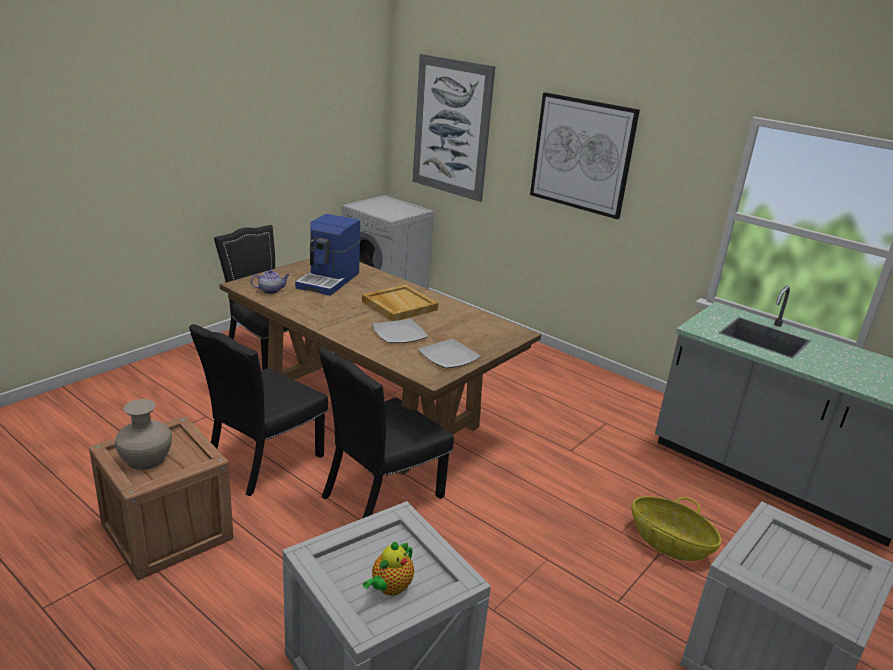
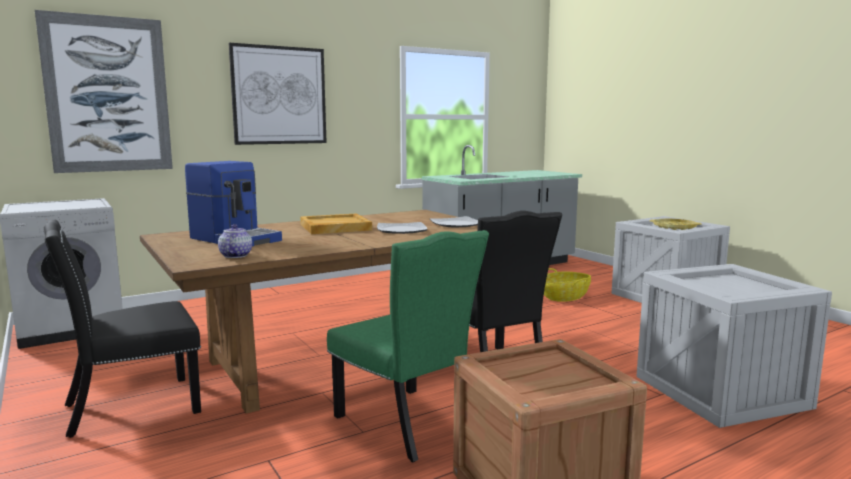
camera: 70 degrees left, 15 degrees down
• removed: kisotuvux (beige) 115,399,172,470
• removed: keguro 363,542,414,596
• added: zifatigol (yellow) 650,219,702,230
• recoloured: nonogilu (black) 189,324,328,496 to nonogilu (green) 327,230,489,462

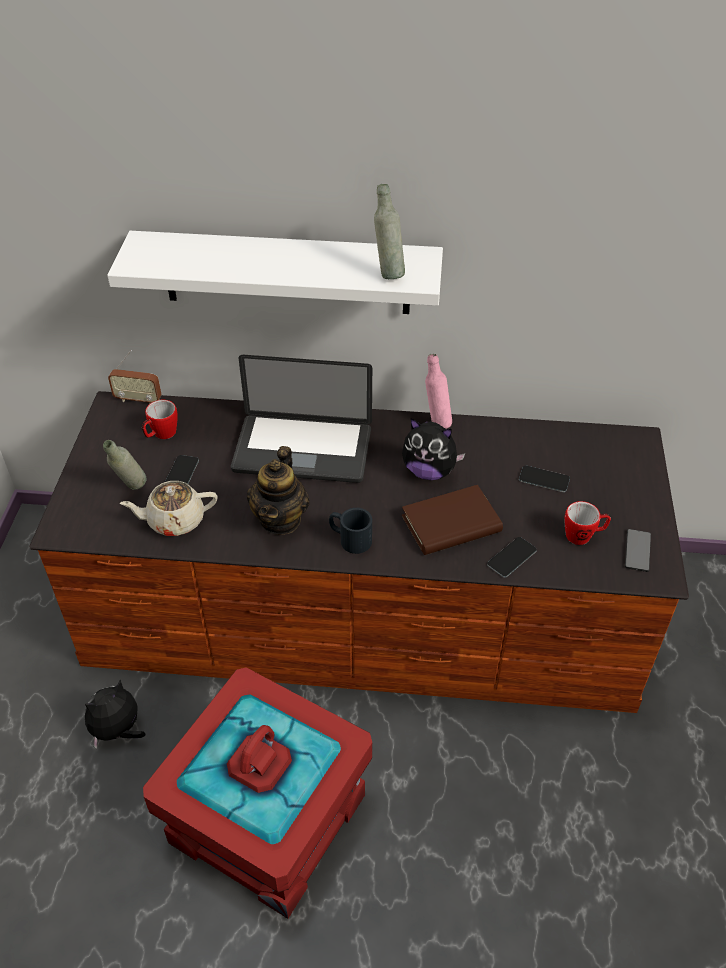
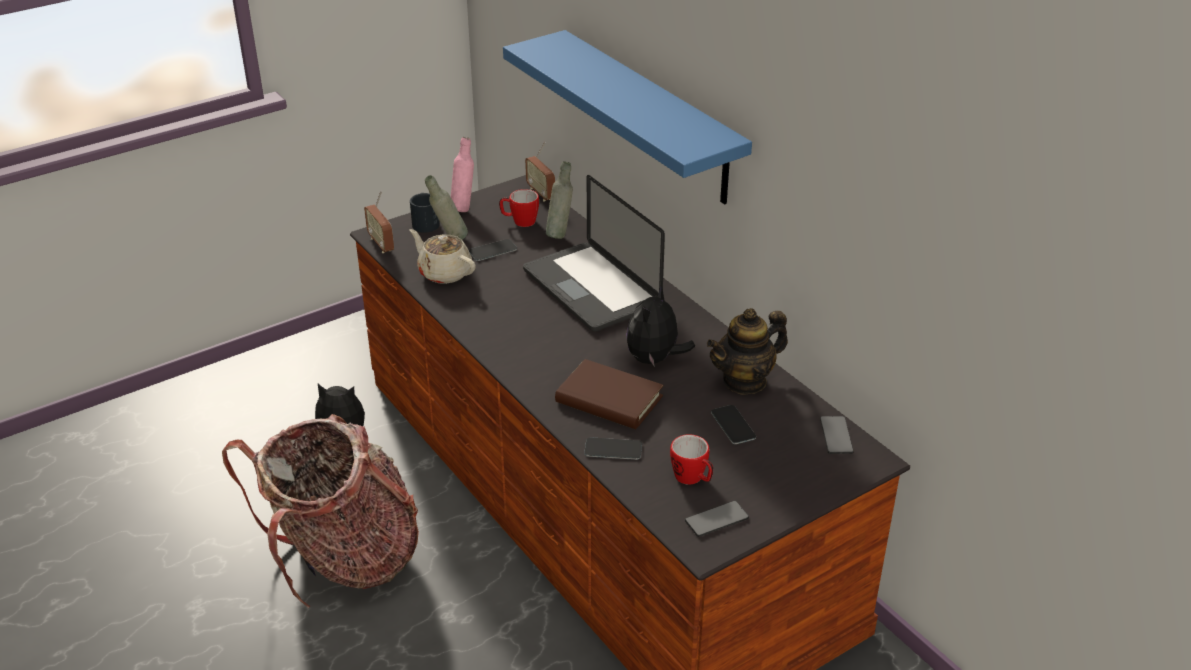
camera: 50 degrees right, 10 degrees down
• added: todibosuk 364,190,394,253
• added: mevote 820,416,854,454
• moved: keguro 247,446,310,535 to 707,308,788,395
• moved: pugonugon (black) 329,508,372,554 to 410,193,440,233
• moved: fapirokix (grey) 374,184,405,279 to 546,161,573,239
• moved: fapirokix (pink) 425,354,452,429 to 451,137,474,212
• replaced: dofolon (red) 143,667,372,918 to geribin 222,414,419,609
• recoloured: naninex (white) 107,231,443,314 to naninex (blue) 503,30,752,204
• turned: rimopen 402,418,465,480 = 627,286,695,367 45 degrees clockwise

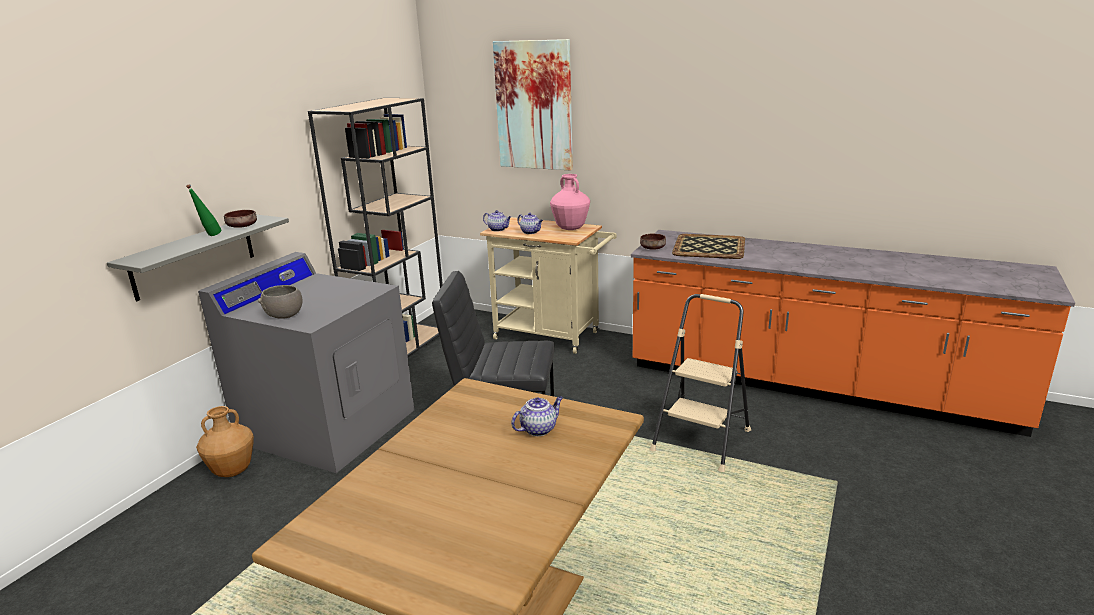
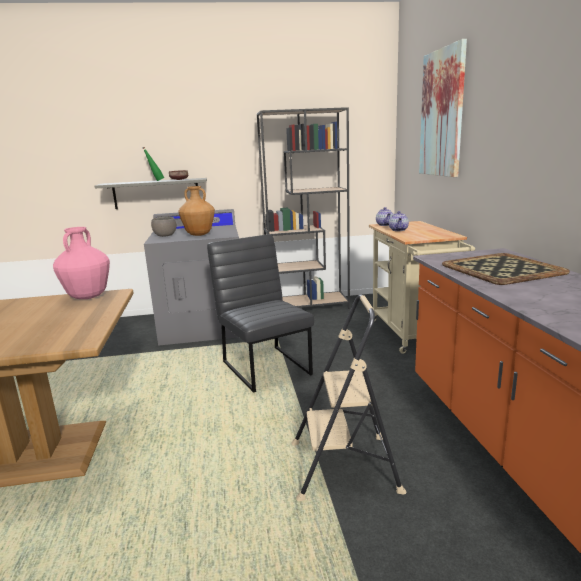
camera: 55 degrees right, 5 degrees down
• removed: keguro 511,396,563,436
• removed: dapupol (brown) 640,234,666,250
• moved: kisotuvux (brown) 196,406,254,477 to 178,186,215,236
• moved: kisotuvux (pink) 550,174,590,230 to 53,227,110,299

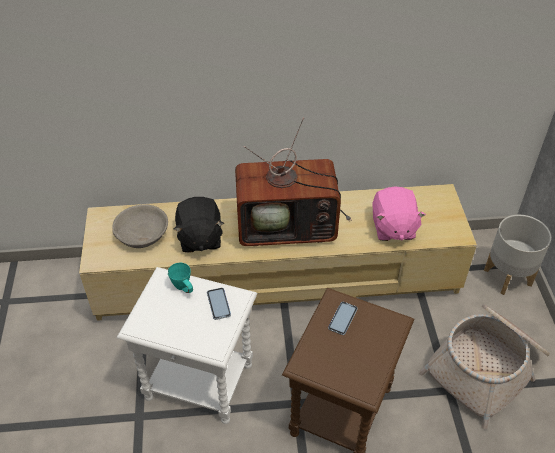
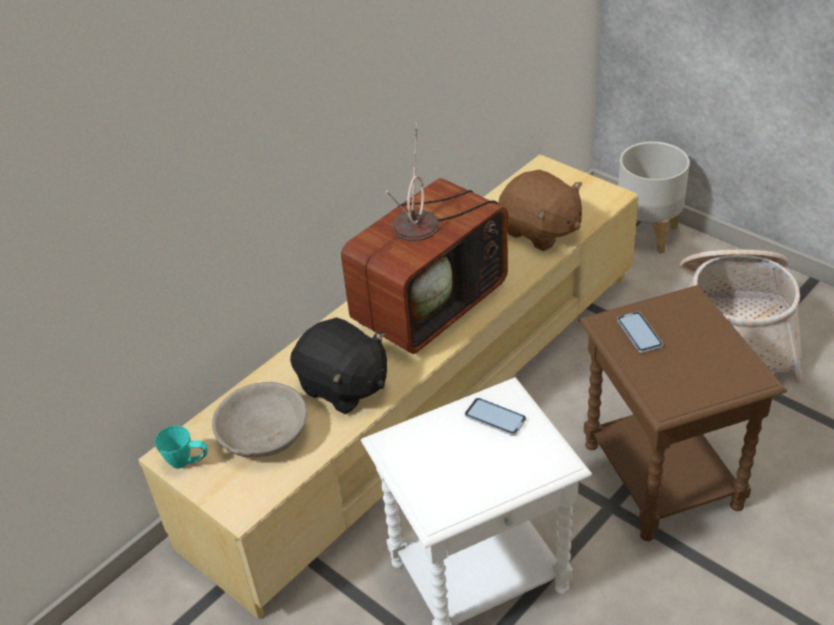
camera: 40 degrees left, 5 degrees down
• moved: pugonugon (turquoise) 168,263,193,293 to 155,426,208,469
• recoloured: rimopen (pink) 373,187,426,241 to rimopen (brown) 498,169,582,251

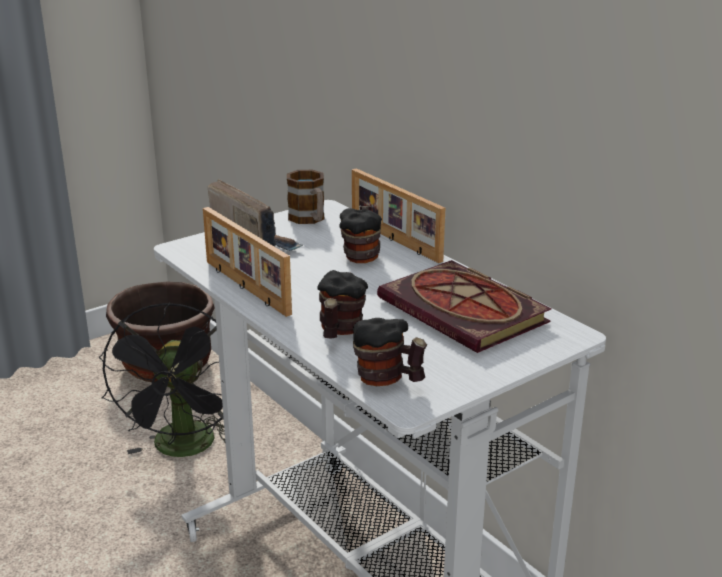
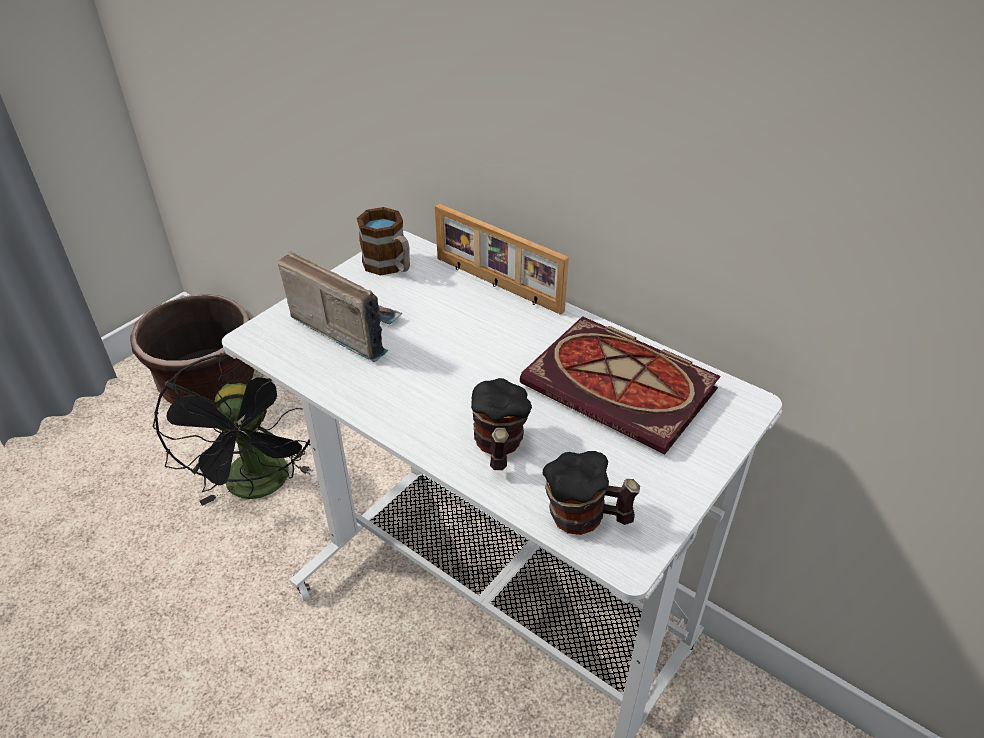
camera: 15 degrees left, 15 degrees up
• removed: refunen 203,207,292,317
• removed: pugonugon 339,206,382,263

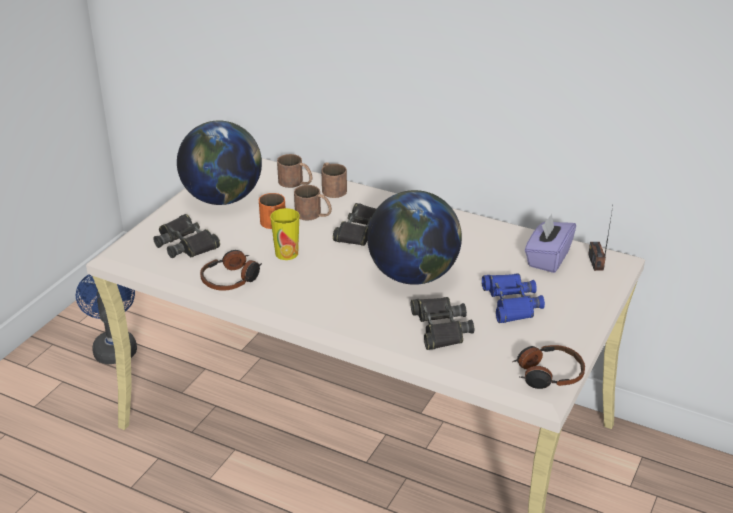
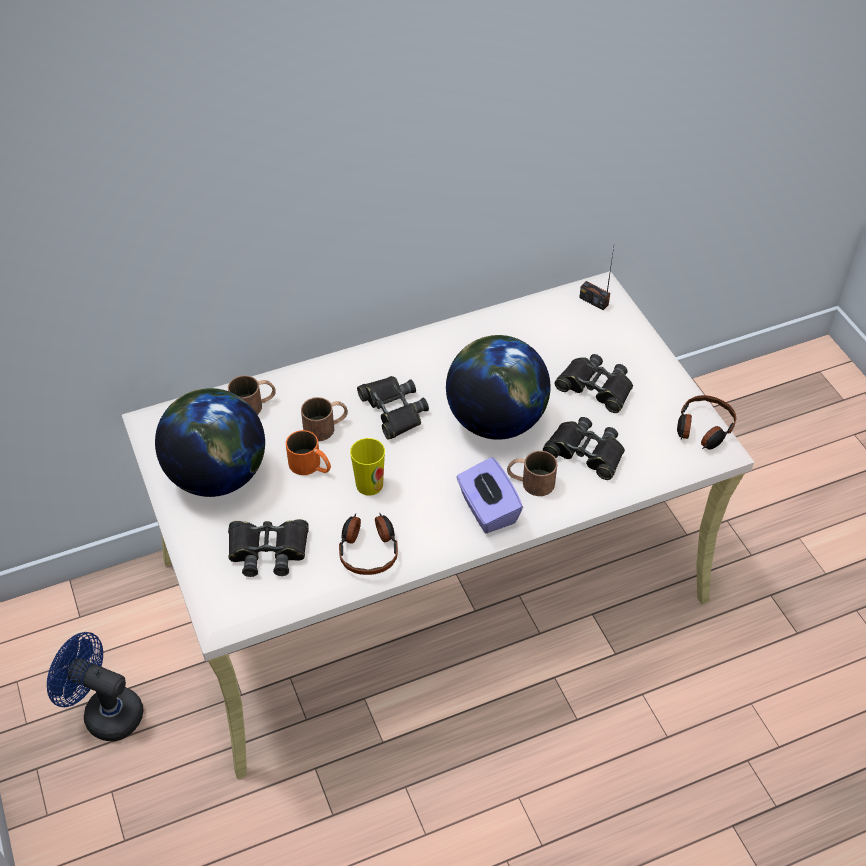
camera: 50 degrees left, 15 degrees up
• moved: pugonugon (brown) 321,162,347,198 to 507,451,557,496
• moved: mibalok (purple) 525,214,576,273 to 456,457,523,533
• recoloured: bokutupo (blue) 482,274,545,323 to bokutupo (black) 555,354,633,413

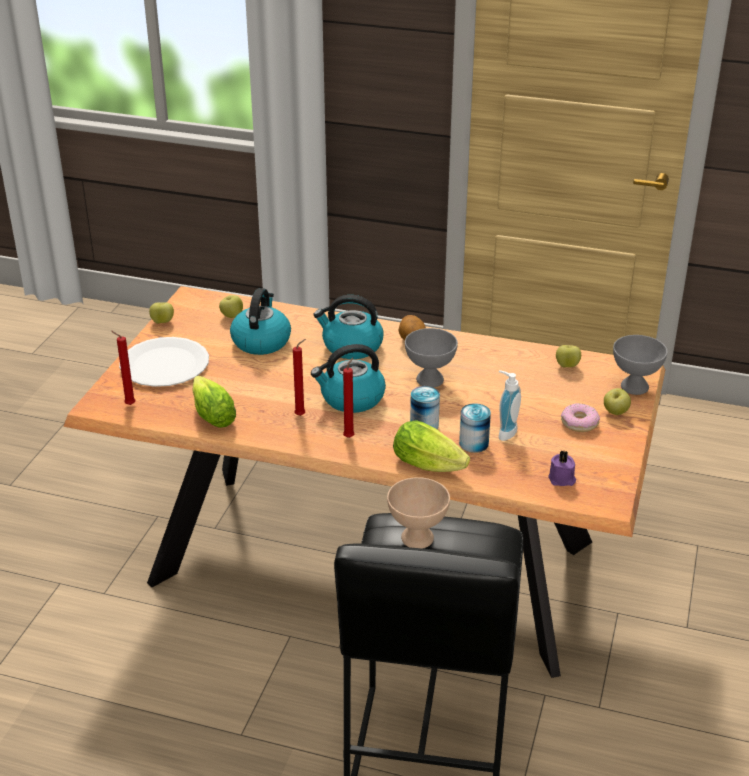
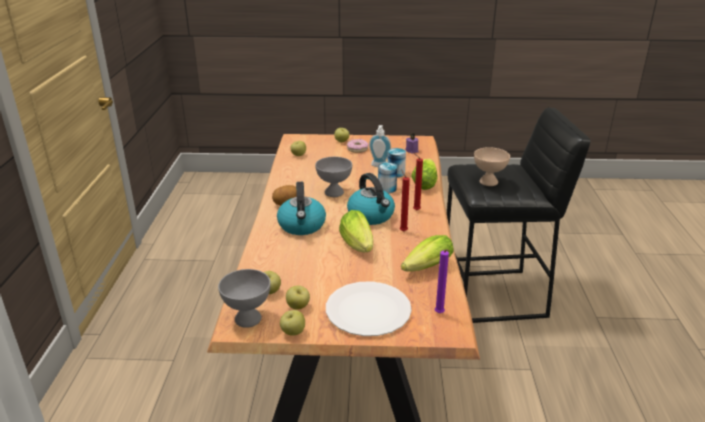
camera: 105 degrees left, 5 degrees down
• removed: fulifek 230,288,291,355
• added: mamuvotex 286,286,310,310
• added: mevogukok 339,210,373,252
• moved: dapupol (grey) 613,335,668,395 to 218,269,271,328
• recoloured: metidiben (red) 111,331,135,405 to metidiben (purple) 435,249,449,313

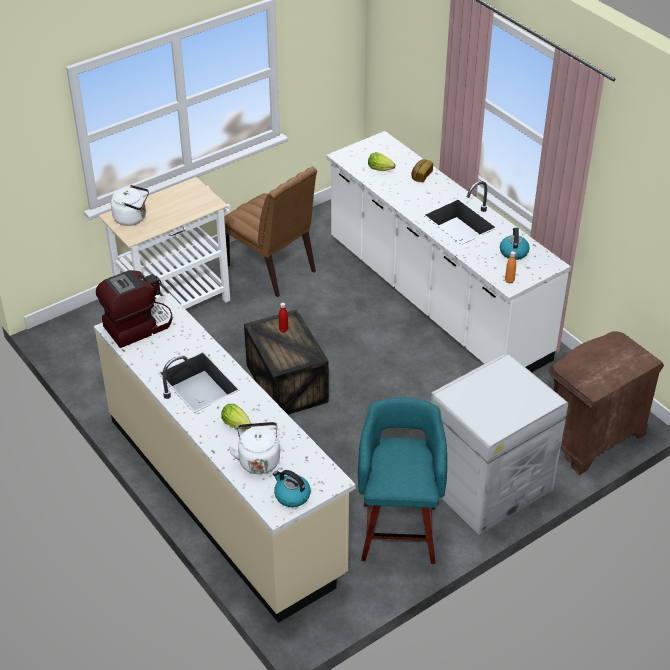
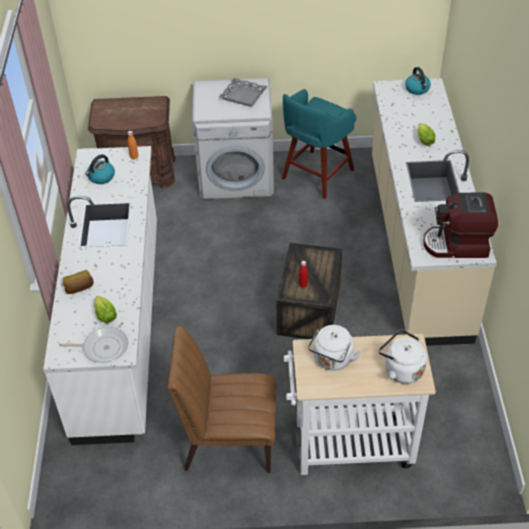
camera: 145 degrees left, 5 degrees up
• added: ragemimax 59,327,128,363
• added: zifatigol (grey) 219,78,268,107
• moved: fulifek (white) 228,422,280,474 to 308,325,361,370
• turned: nonogilu (brown) 224,166,317,297 = 167,326,277,473 75 degrees counterclockwise

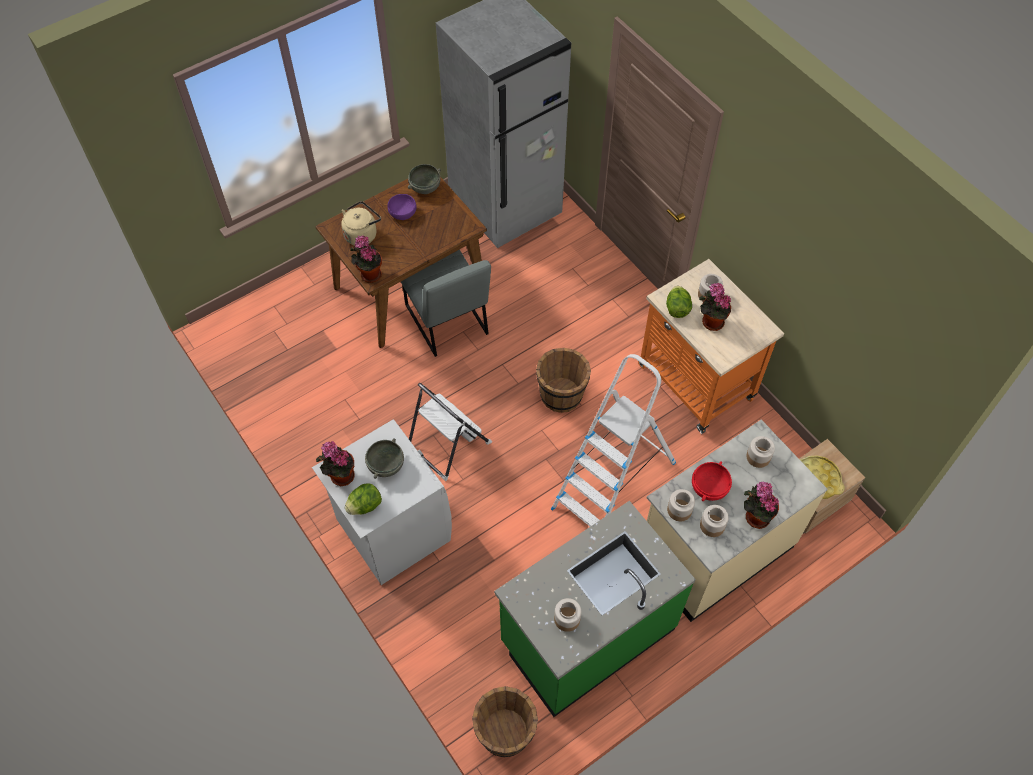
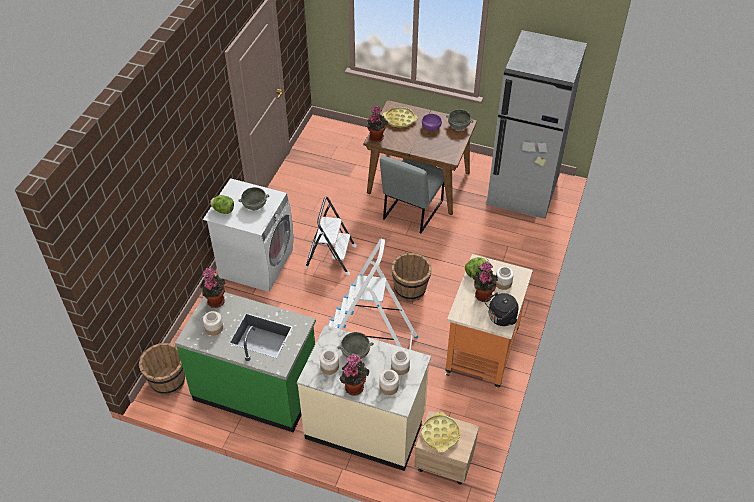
camera: 55 degrees right, 10 degrees down
• added: fulifek (black) 484,292,519,326
• moved: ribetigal 316,441,355,486 to 200,268,226,308
• moved: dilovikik 667,489,695,521 to 380,370,399,395
• replaced: fulifek (beige) 341,201,381,246 to zifatigol (yellow) 383,107,418,128
• recoloured: dapupol (red) 692,461,732,501 to dapupol (grey) 337,332,374,359

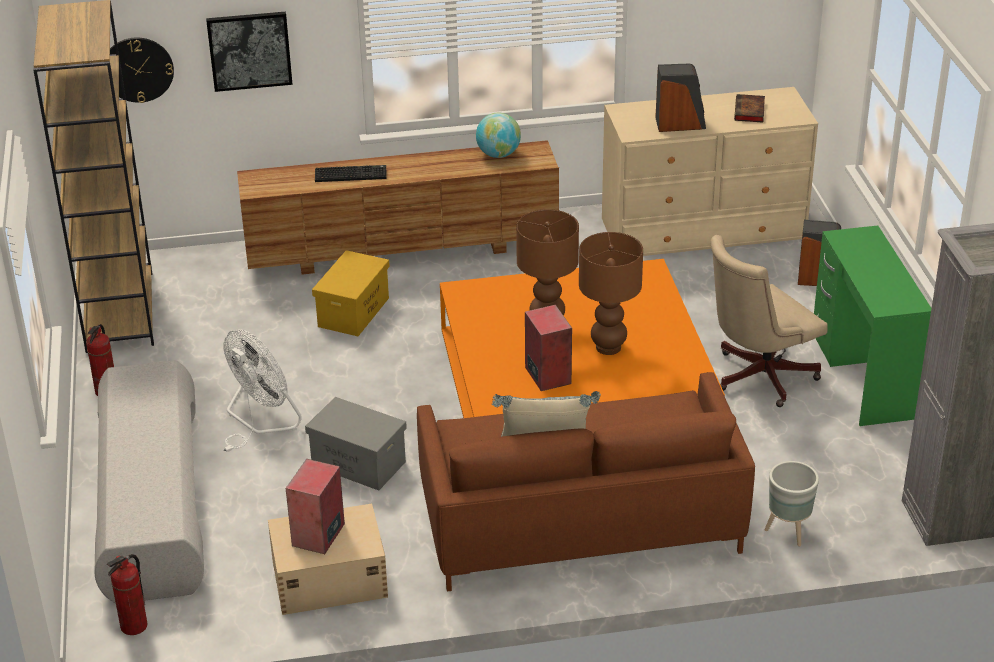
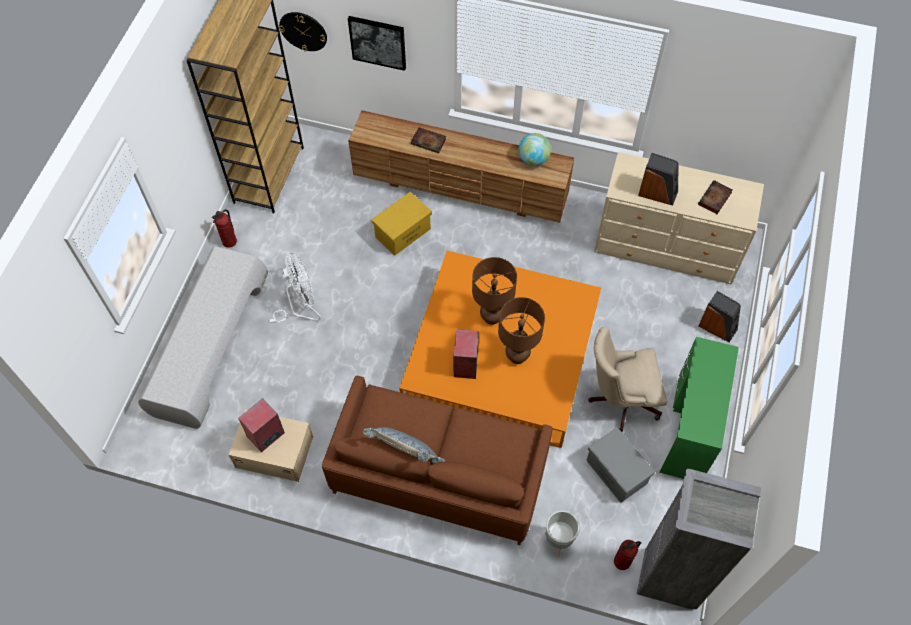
camera: 25 degrees right, 25 degrees up
• moved: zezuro 107,554,147,635 to 614,540,641,570
• moved: dofolon (grey) 305,397,407,490 to 586,427,655,503
• replaced: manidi 315,165,387,182 to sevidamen 411,127,446,153

